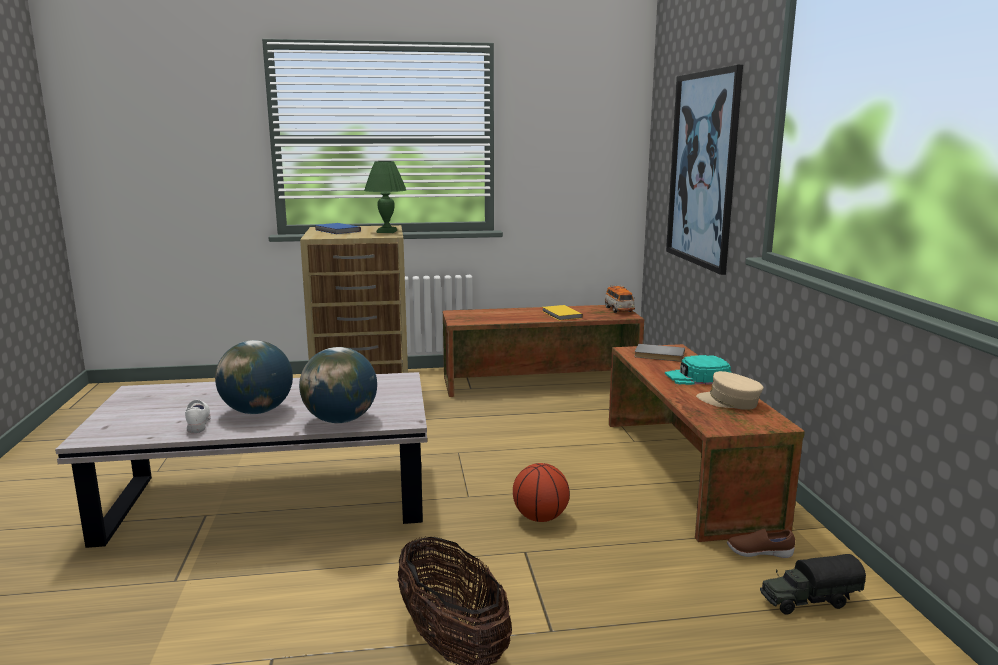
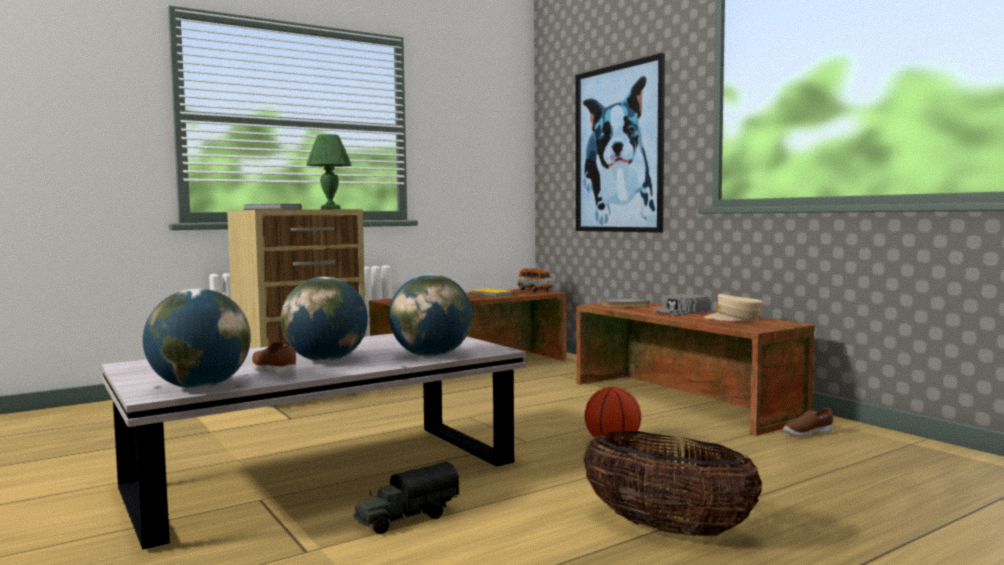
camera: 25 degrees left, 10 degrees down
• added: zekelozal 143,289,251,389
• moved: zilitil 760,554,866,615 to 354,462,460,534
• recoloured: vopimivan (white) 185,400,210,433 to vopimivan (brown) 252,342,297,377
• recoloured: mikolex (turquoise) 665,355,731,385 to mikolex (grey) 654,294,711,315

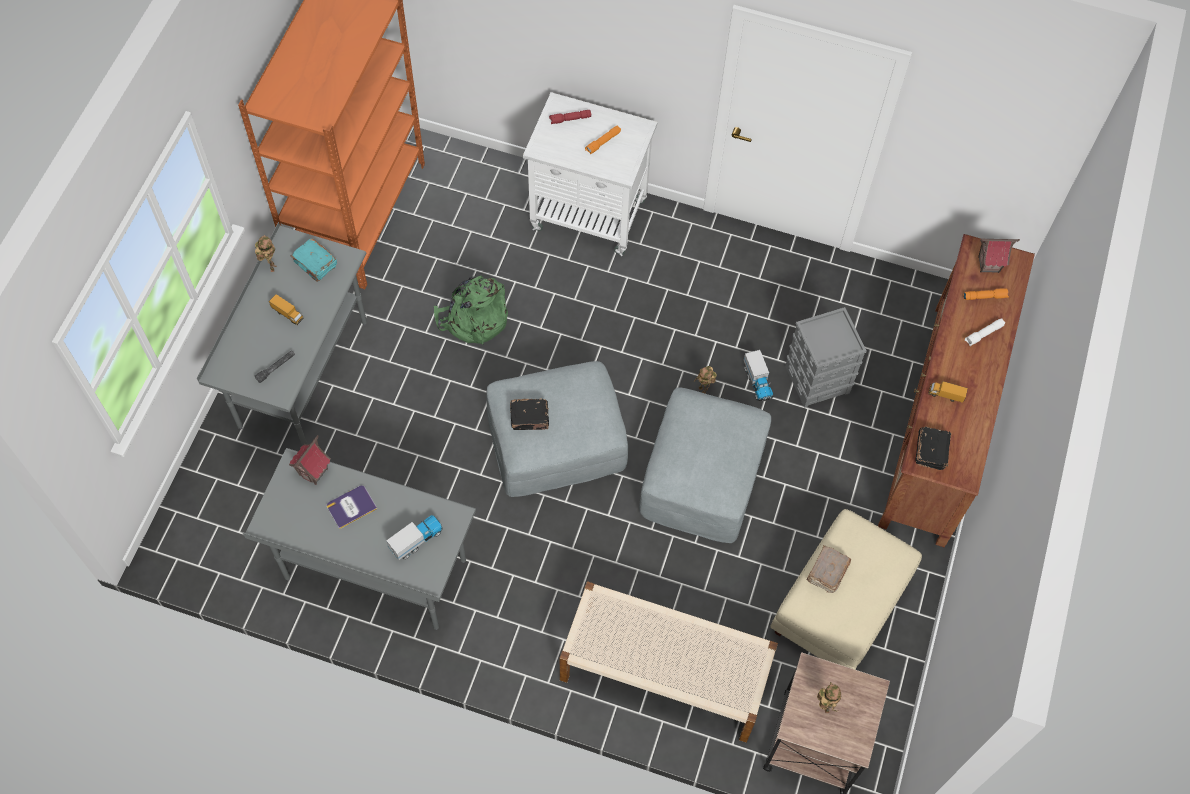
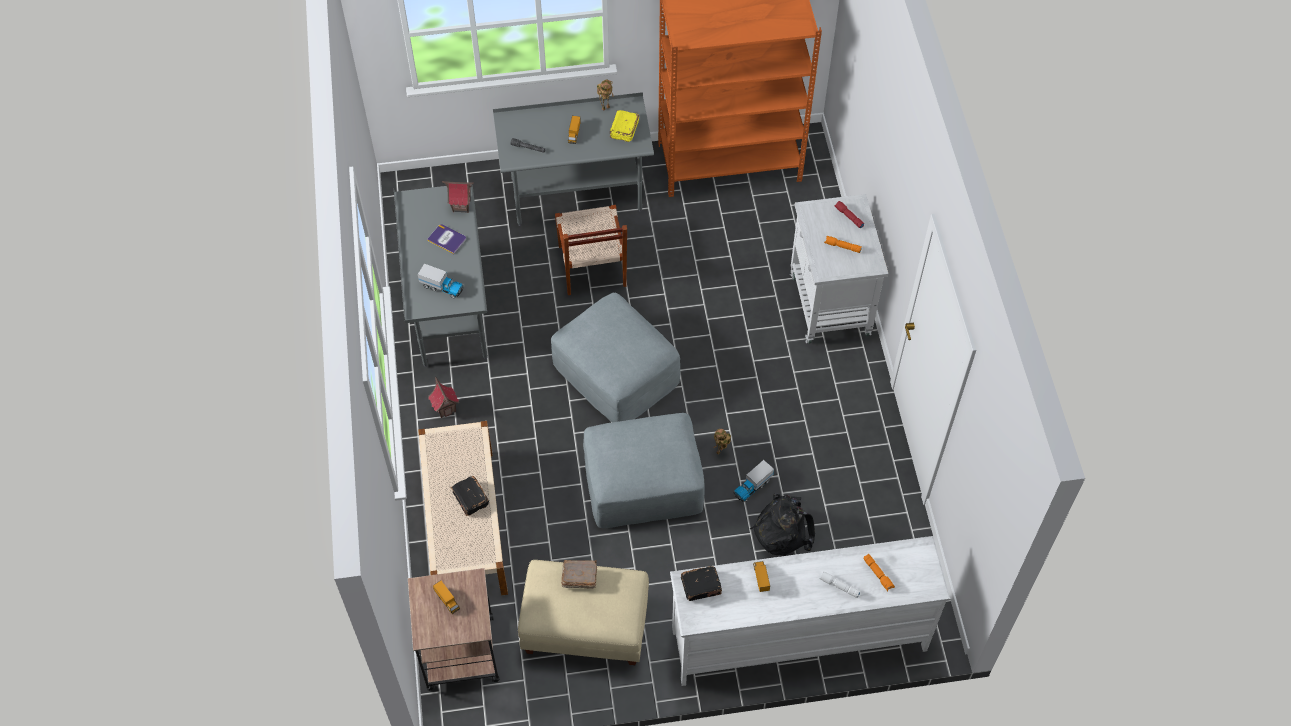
camera: 65 degrees right, 5 degrees down
• removed: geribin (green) 434,275,508,345
• added: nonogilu 555,205,627,295
• moved: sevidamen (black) 510,398,549,430 to 450,476,489,516
• moved: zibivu 978,238,1020,273 to 428,377,459,418
• replaced: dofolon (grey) 785,307,867,408 to geribin (black) 750,493,815,556
• replaced: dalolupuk 817,682,841,714 to zilitil 433,581,460,614
• recoloured: sevidamen (turquoise) 291,238,337,282 to sevidamen (yellow) 610,110,639,142
• recoloured: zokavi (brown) 878,234,1035,547 to zokavi (white) 670,536,950,686

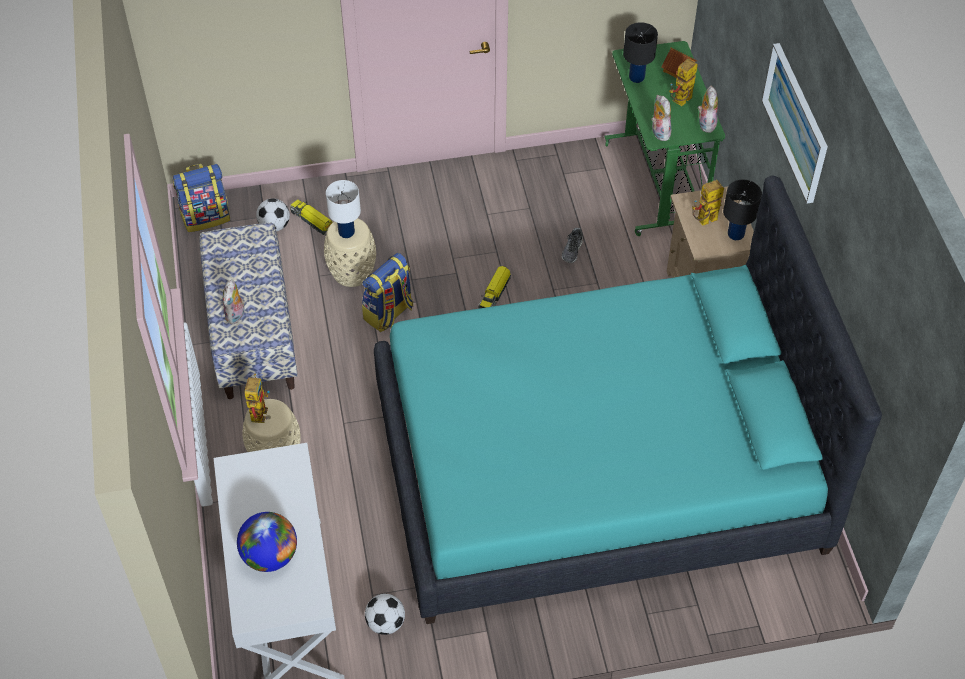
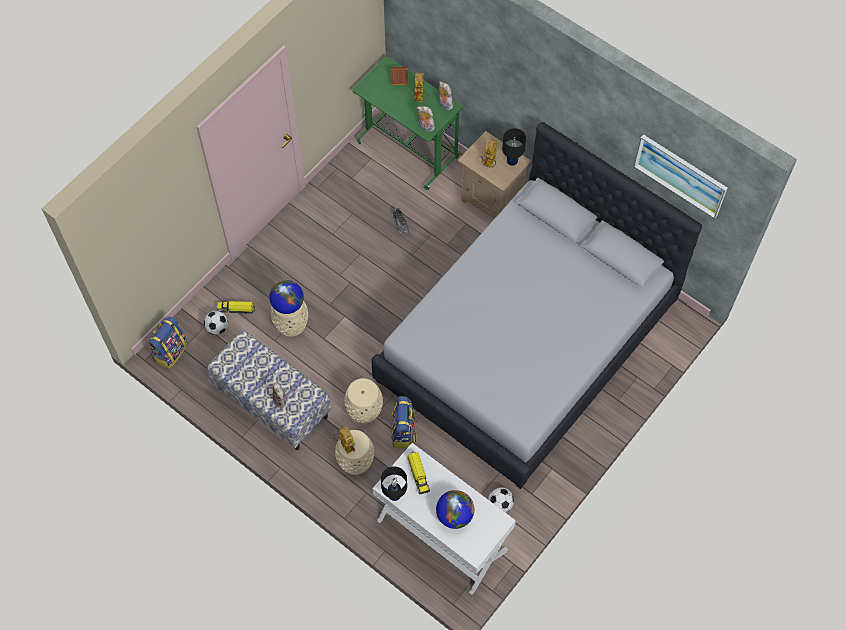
camera: 40 degrees left, 10 degrees up
• added: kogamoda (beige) 344,378,383,423
• moved: geribin 362,253,413,332 to 391,396,417,449
• moved: zilitil 478,266,511,309 to 407,452,430,494
• moved: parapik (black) 623,22,658,83 to 381,466,407,501
• moved: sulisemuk 762,43,828,203 to 634,134,727,219
• replaced: parapik (white) 326,180,361,238 to zekelozal 269,280,304,314
• recoloured: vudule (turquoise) 374,175,882,624 to vudule (grey) 372,122,702,489

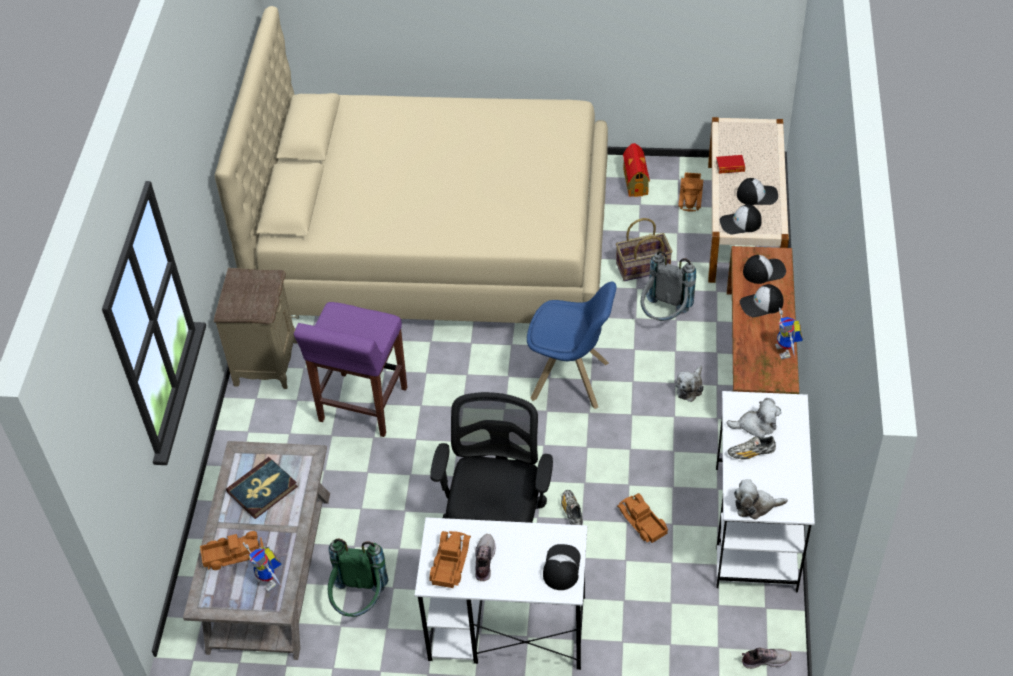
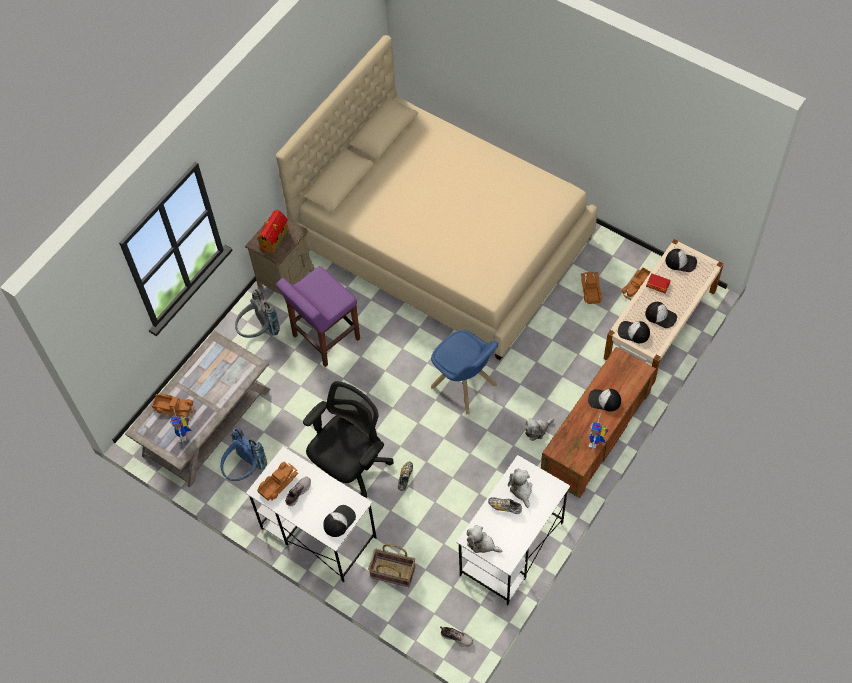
camera: 30 degrees right, 10 degrees up
• removed: sevidamen 226,457,298,519
• moved: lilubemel 616,218,672,281 to 368,544,416,587
• moved: zilitil 617,493,668,543 to 581,272,602,304
• moved: zibivu 623,143,650,197 to 257,210,289,253
• moved: geribin (grey) 641,251,696,321 to 235,289,280,338
• moved: mikolex 743,255,786,284 to 665,249,697,272
• recoloured: geribin (green) 328,539,388,617 to geribin (blue) 221,428,267,481
• turned: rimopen 726,398,781,438 = 508,469,532,508 135 degrees counterclockwise

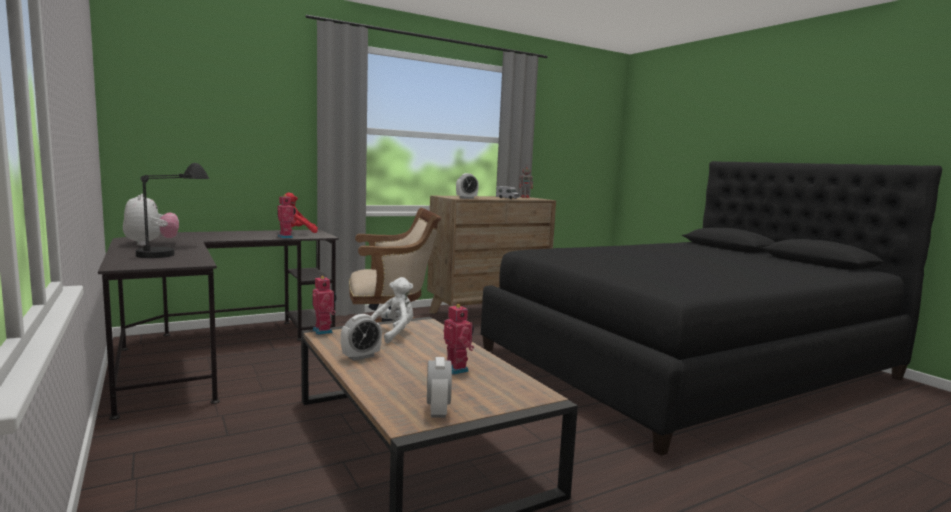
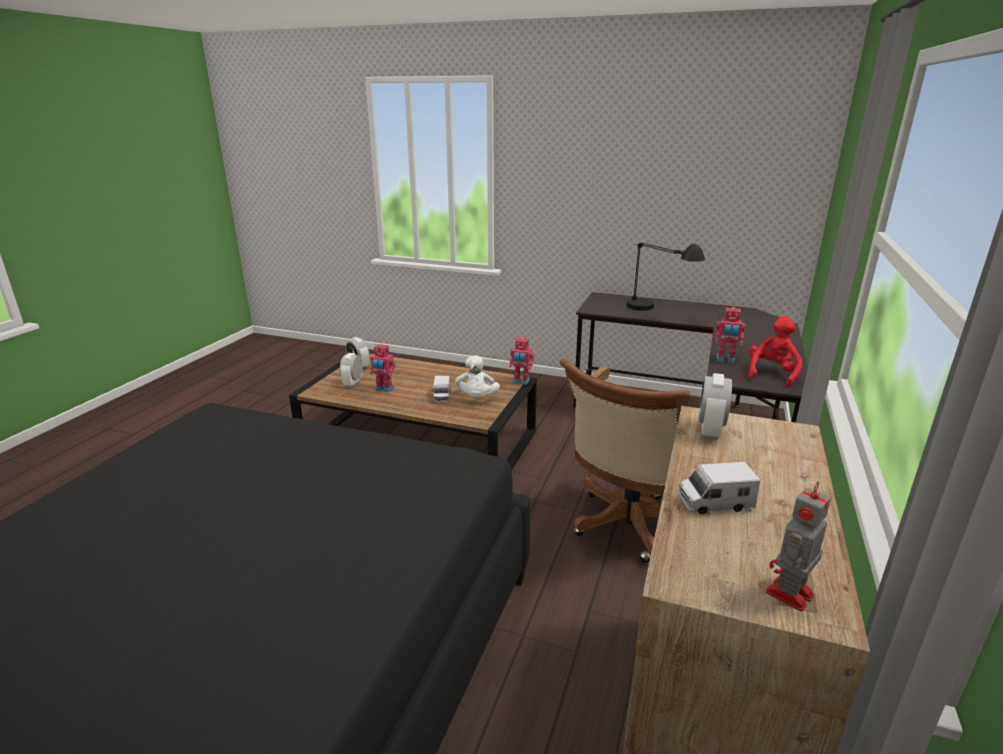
camera: 140 degrees right, 15 degrees up
• removed: rimopen 123,194,179,246
• added: zilitil 432,376,451,402
• moved: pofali 341,314,382,361 to 340,353,363,387

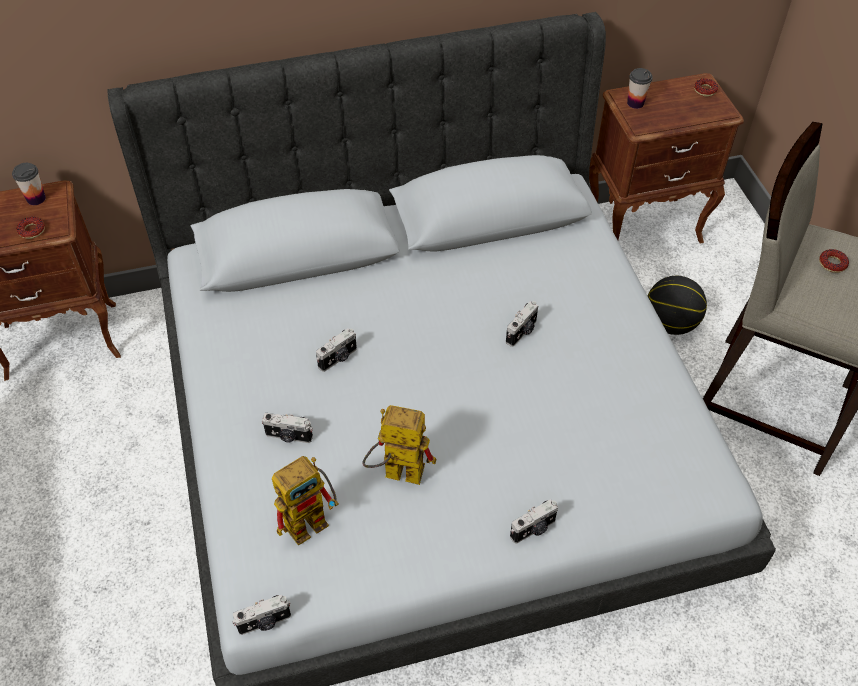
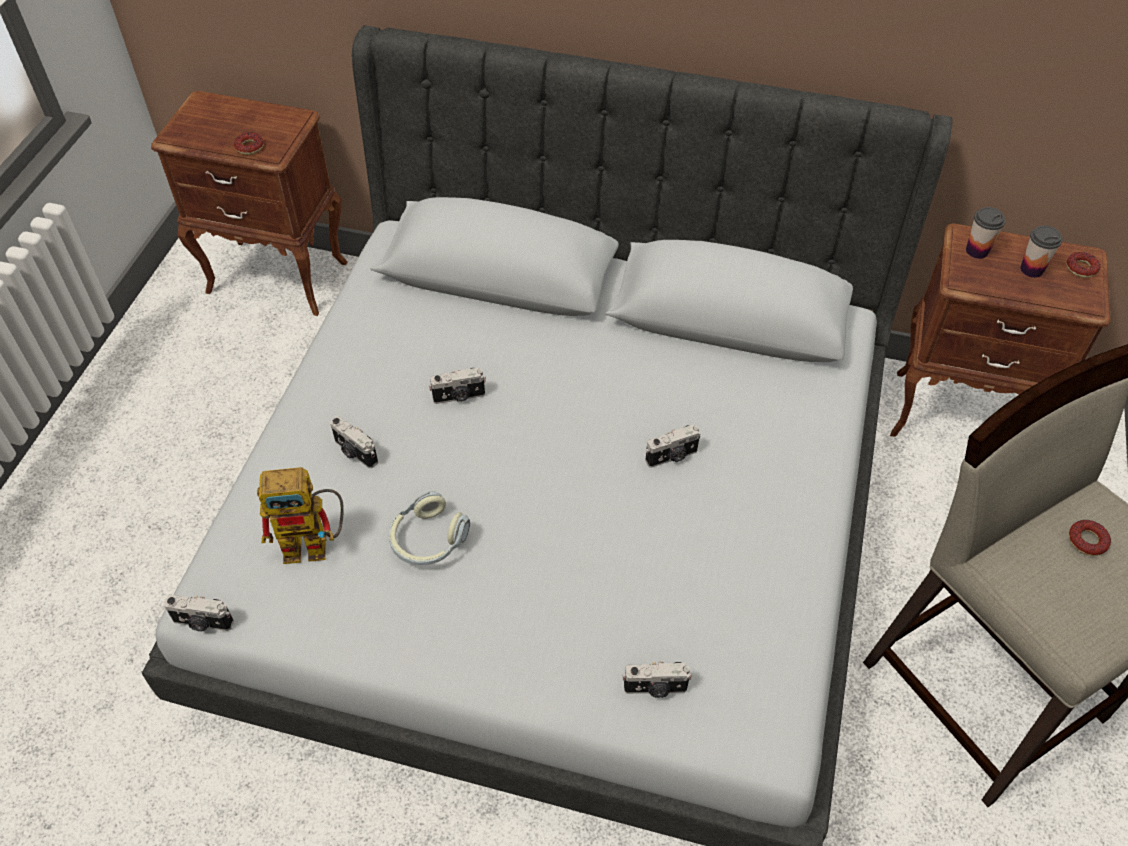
camera: 30 degrees right, 0 degrees up
• removed: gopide 648,276,707,335
• moved: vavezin 12,163,46,205 to 1020,225,1062,278
• moved: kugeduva 510,499,558,543 to 622,661,692,698
• replaced: dalolupuk 362,405,436,485 to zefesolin 389,491,470,565

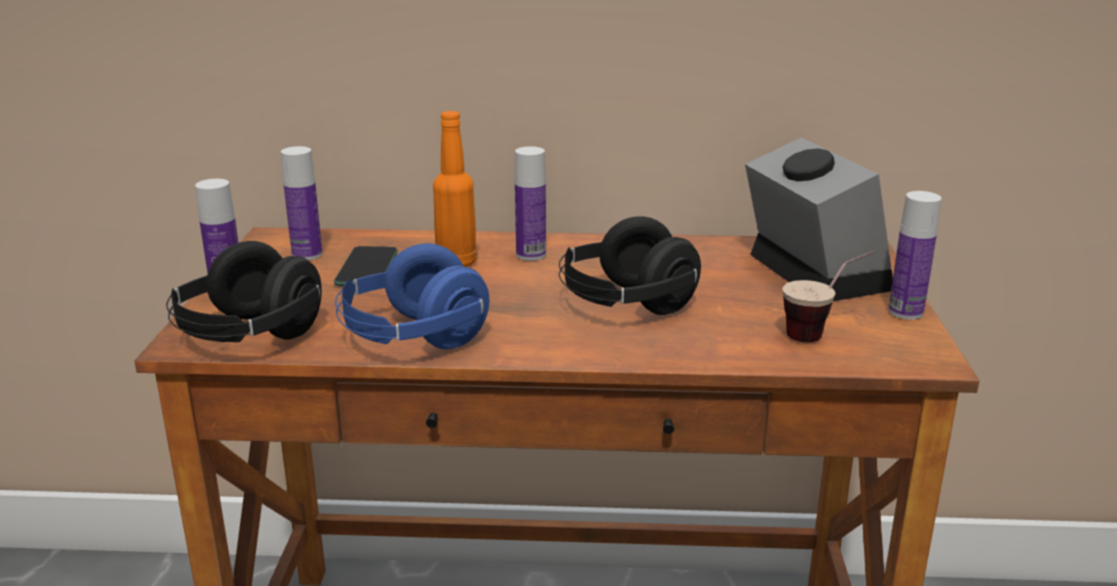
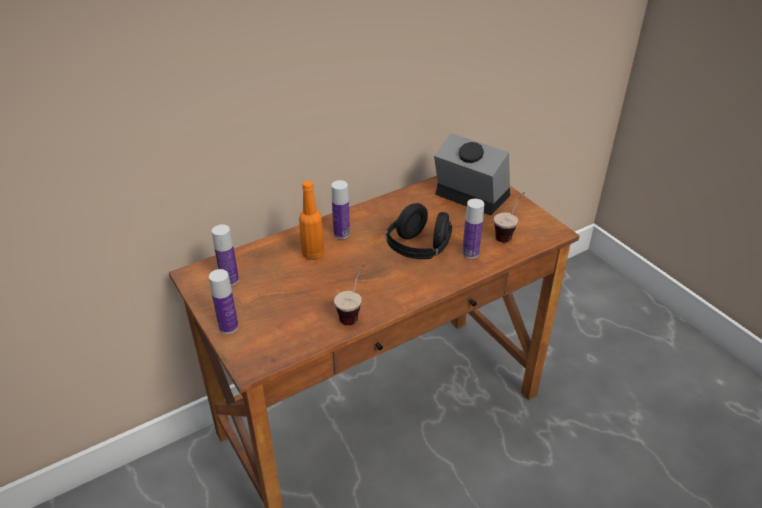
camera: 35 degrees left, 15 degrees up
• removed: zefesolin (black) 166,241,322,342
• removed: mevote 334,246,398,286
• moved: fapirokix 888,191,942,320 to 462,199,484,259
• replaced: zefesolin (blue) 335,244,489,349 to vavezin 334,264,364,325

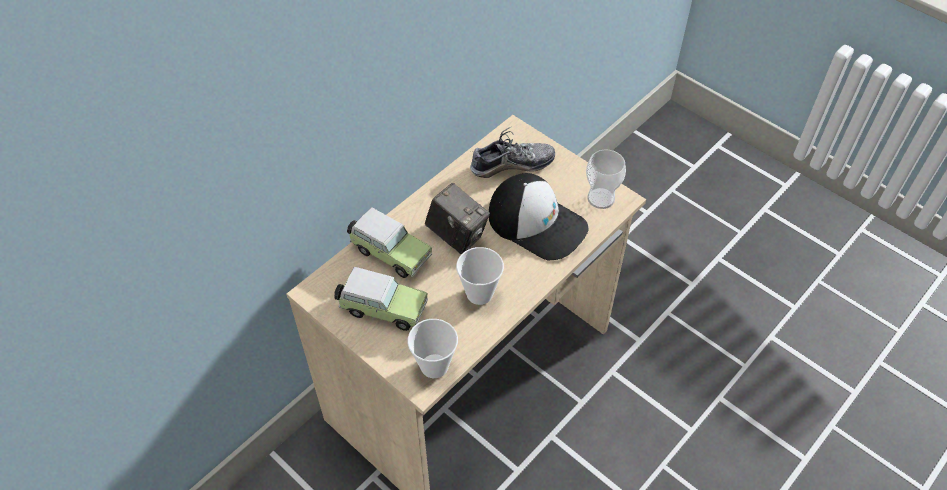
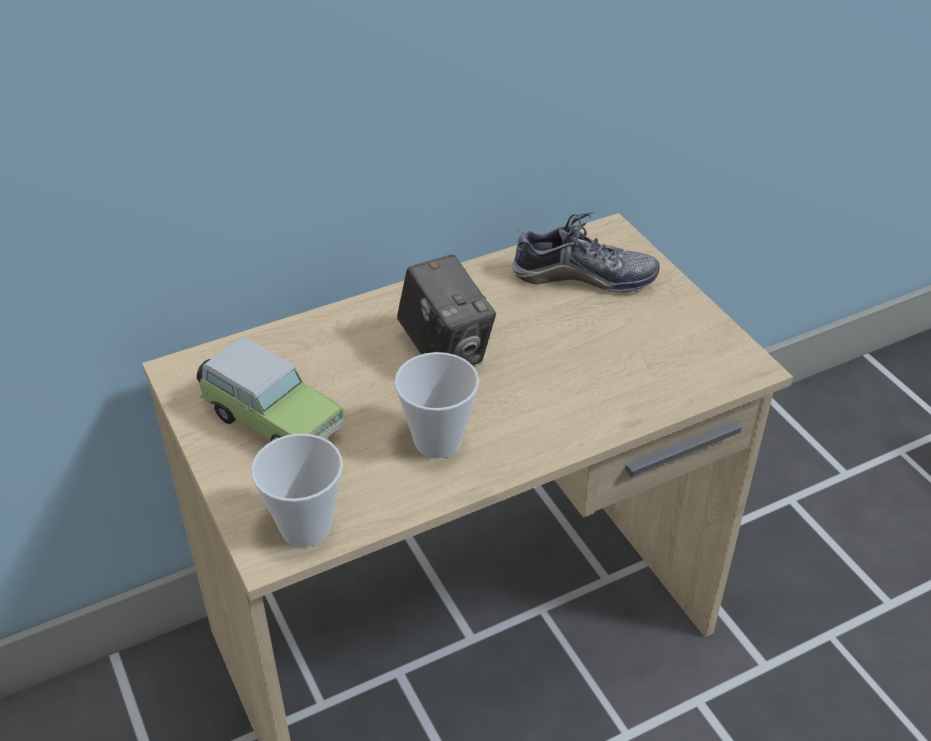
camera: 20 degrees right, 10 degrees down
• removed: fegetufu 347,207,432,278
• removed: mikolex 489,173,589,260
• removed: vavezin 586,150,626,209

